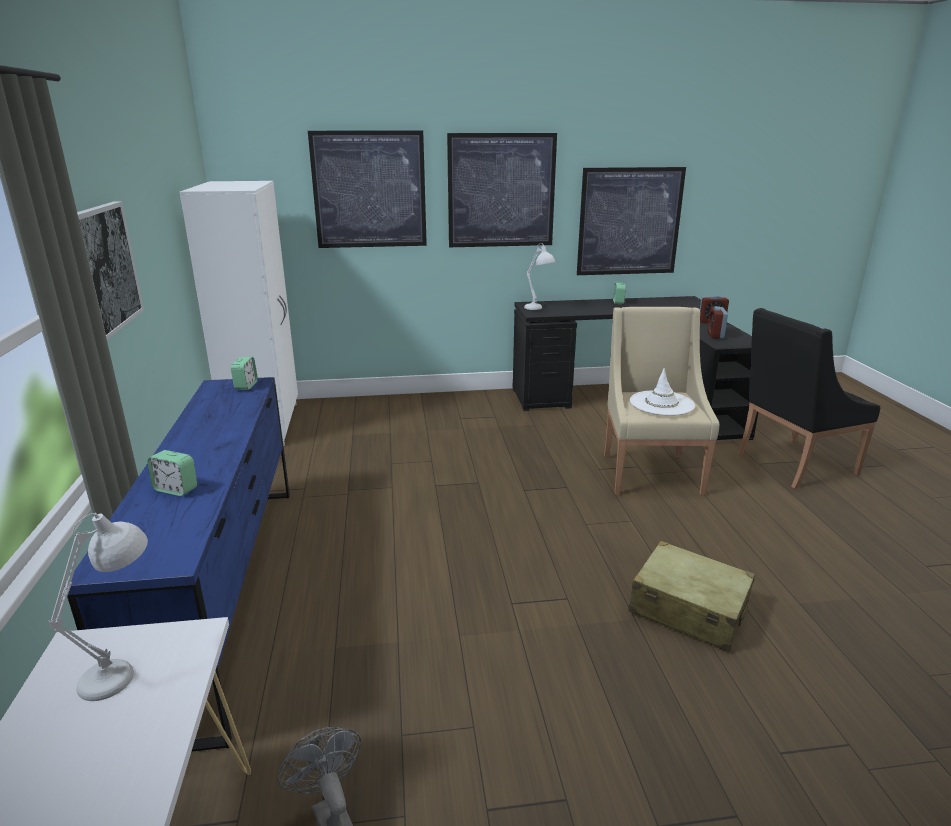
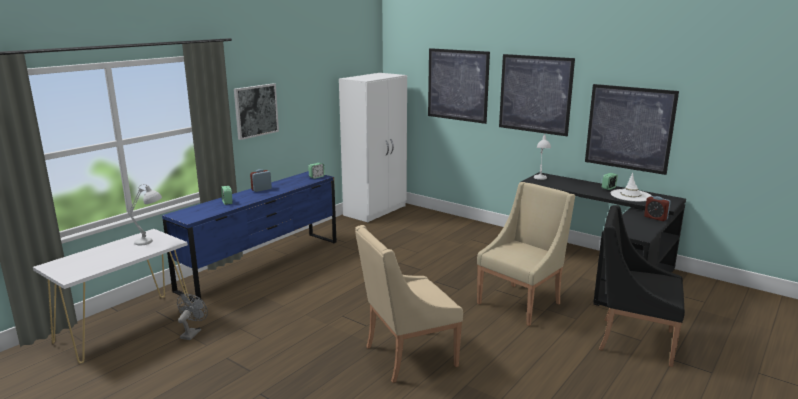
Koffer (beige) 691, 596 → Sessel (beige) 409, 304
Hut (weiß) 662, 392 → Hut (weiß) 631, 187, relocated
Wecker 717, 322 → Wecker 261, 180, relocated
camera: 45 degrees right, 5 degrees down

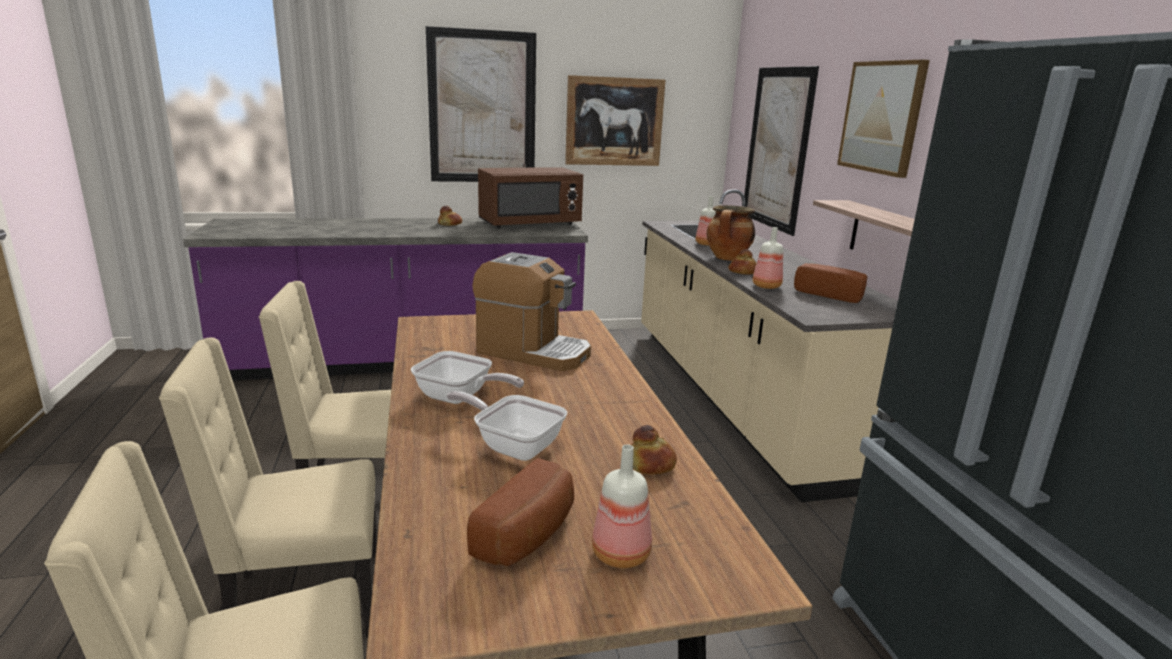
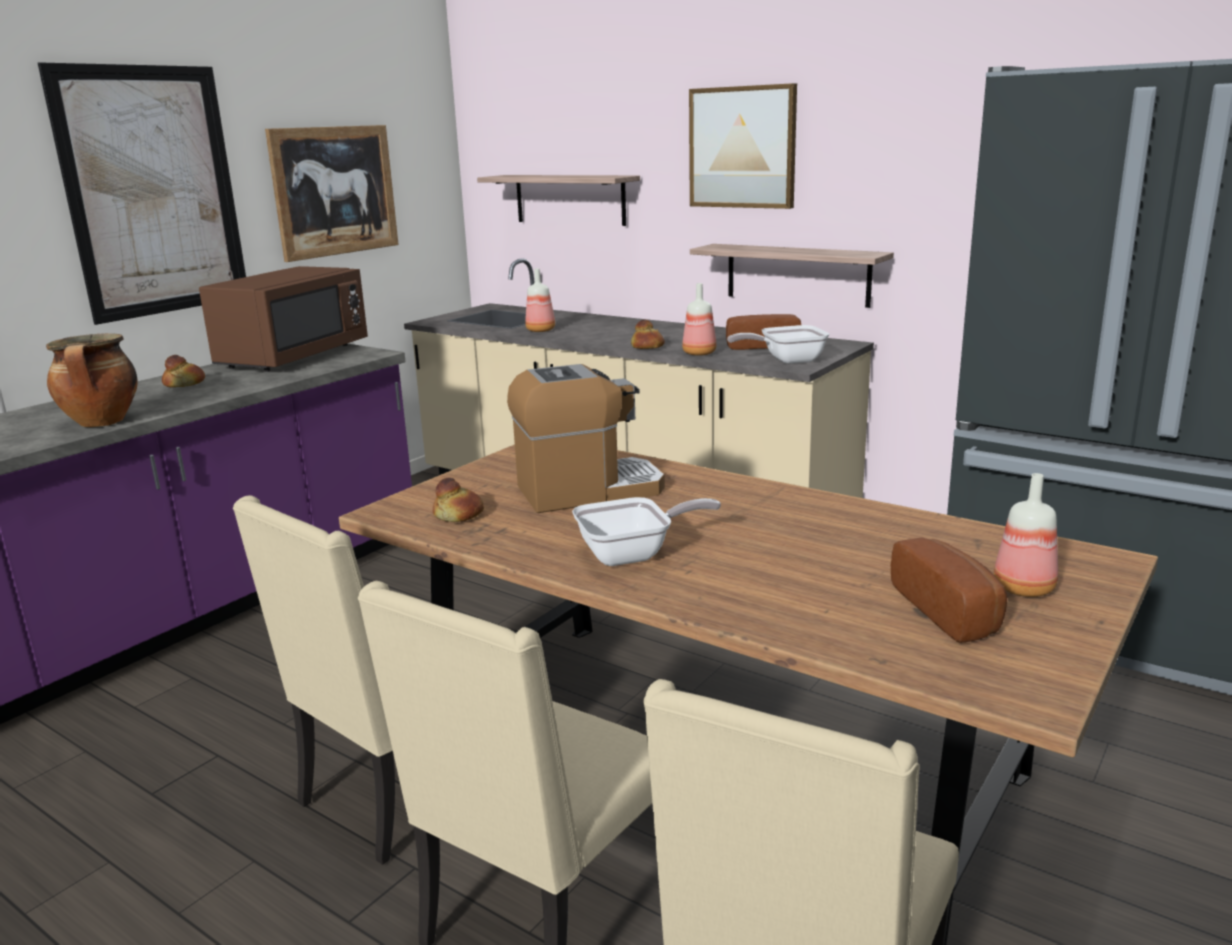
Pfanne 506, 426 → Pfanne 778, 344, relocated
Brot 654, 449 → Brot 458, 500, relocated
Kochtopf 730, 233 → Kochtopf 92, 380, relocated
Bild 781, 151 → Wandregal 558, 200
camera: 40 degrees left, 0 degrees up

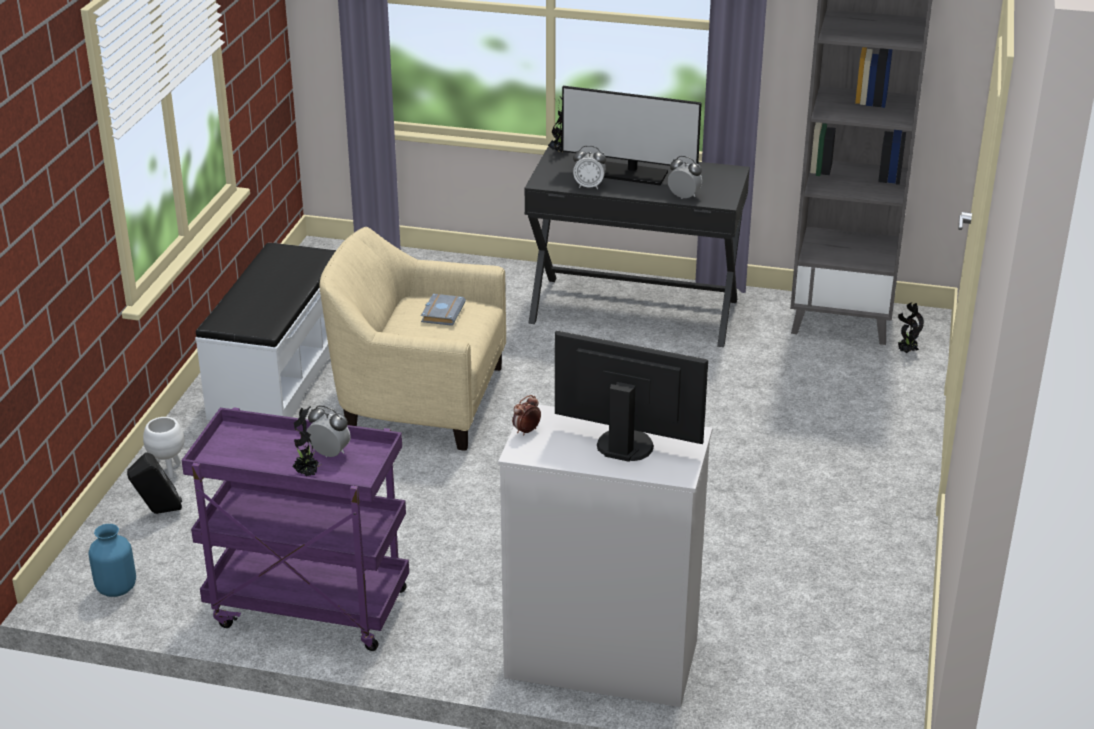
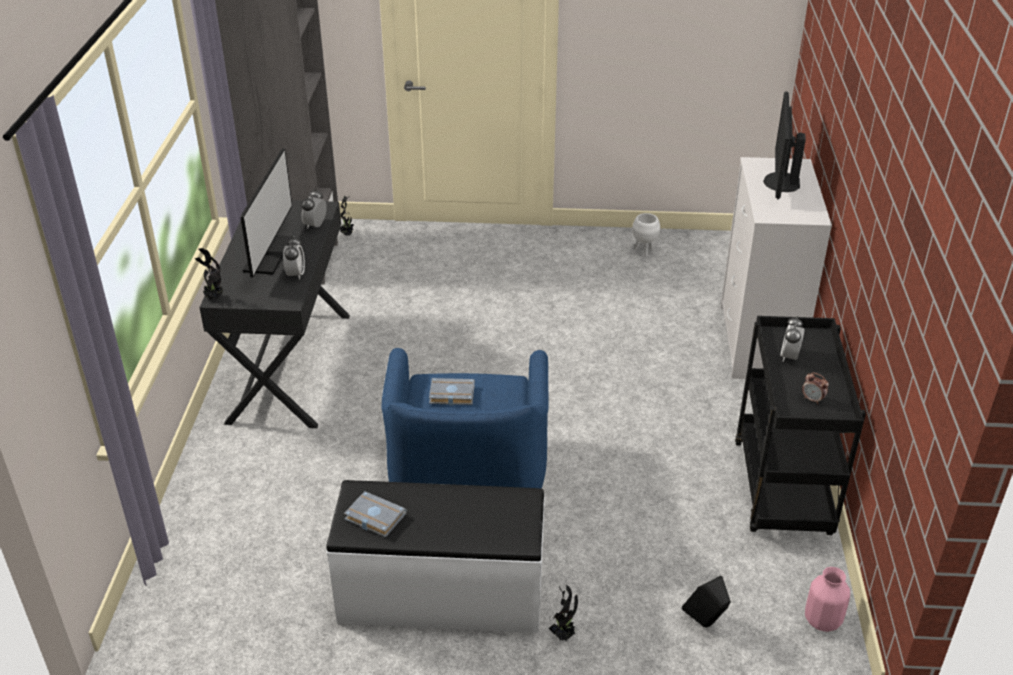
Vase (blau) 112, 560 → Vase (rosa) 827, 599
Pflanzkübel (weiß) 163, 448 → Pflanzkübel (weiß) 646, 235, relocated
Rollwagen (lila) 295, 529 → Rollwagen (schwarz) 800, 425
Topfpflanze 306, 441 → Topfpflanze 563, 613, relocated
Sessel (beige) 412, 339 → Sessel (blau) 465, 418
Wecker 526, 415 → Wecker 815, 388, relocated
- → Buch (grau) 375, 514
camera: 100 degrees left, 5 degrees up

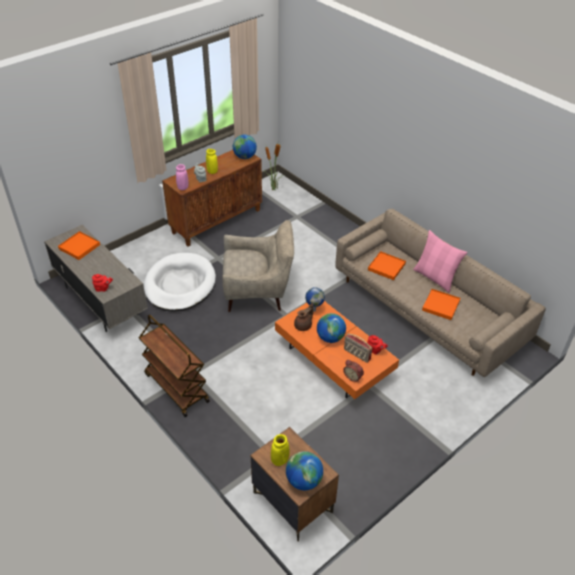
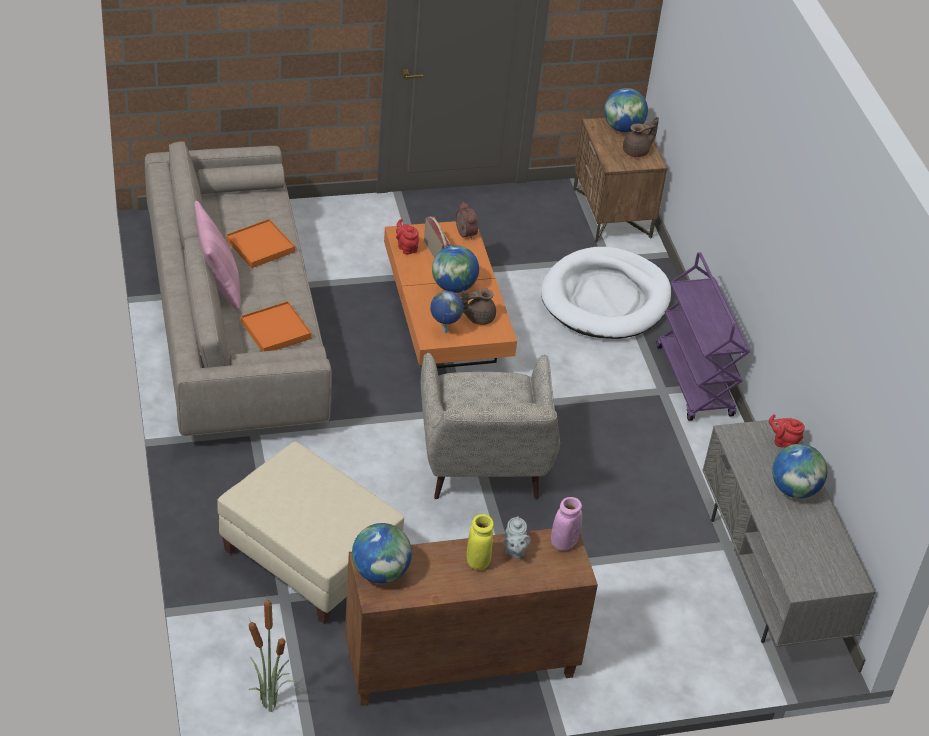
Tablett (orange) 79, 245 → -
Rollwagen (braun) 174, 365 → Rollwagen (lila) 703, 336
Hundebett (weiß) 180, 282 → Hundebett (weiß) 606, 293, relocated
Sessel (beige) 258, 266 → Sessel (beige) 490, 426, 120 degrees counterclockwise
Vase (gelb) 280, 450 → Teekanne (braun) 641, 137
- → Polsterhocker (beige) 310, 533
- → Globus 799, 471
camera: 155 degrees left, 0 degrees up

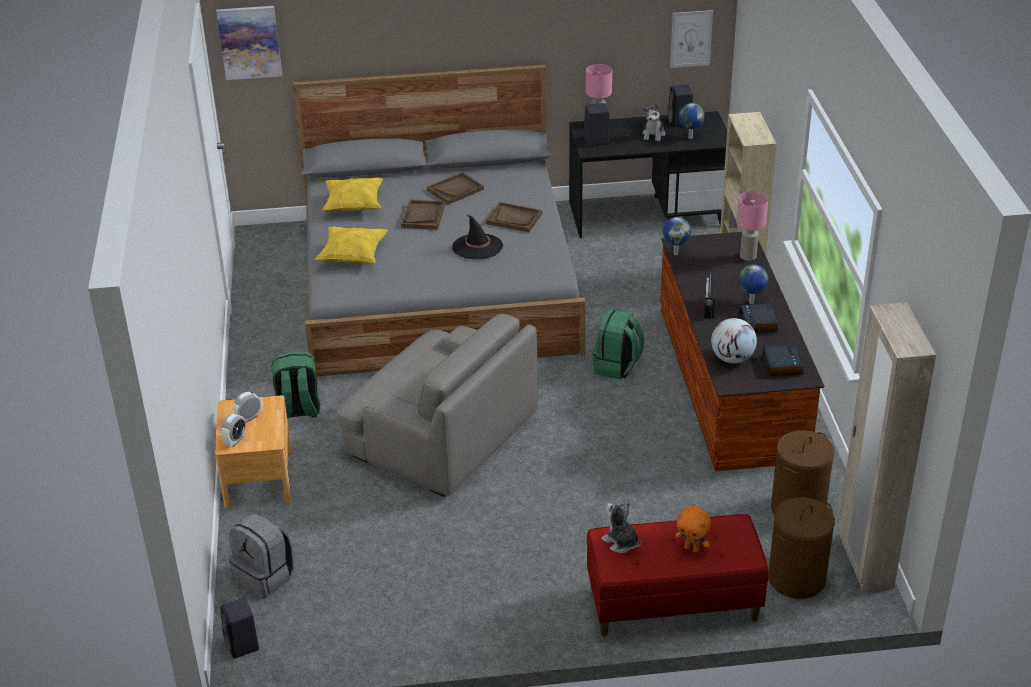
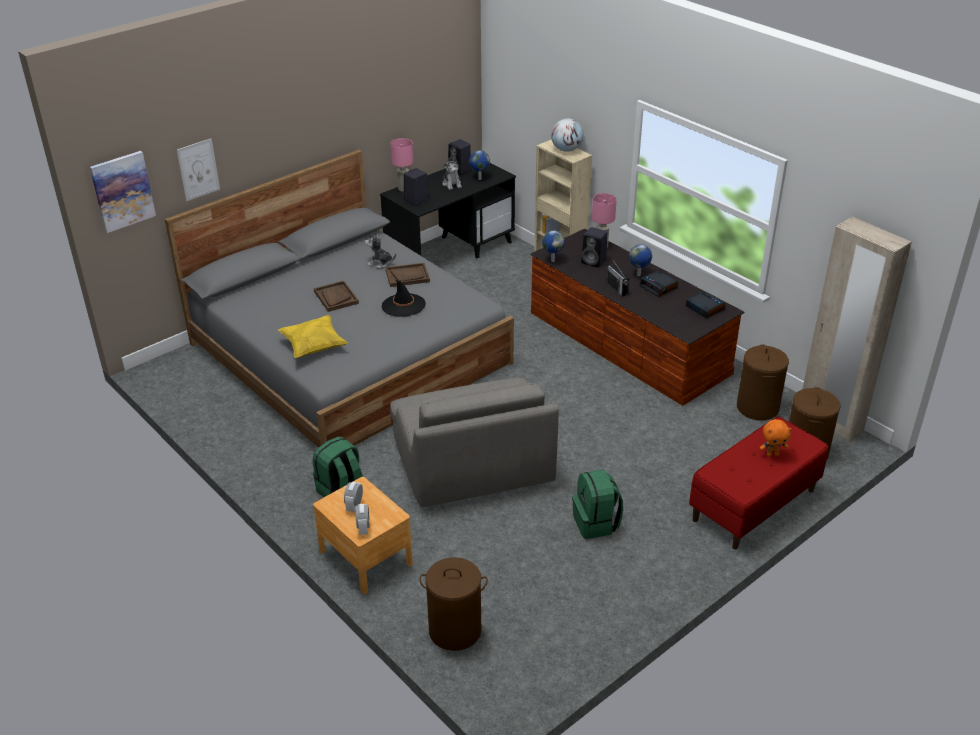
Lautsprecher (schwarz) 239, 628 → Lautsprecher (schwarz) 594, 247, relocated
Rucksack (grau) 262, 555 → Wäschekorb (braun) 453, 604
Kissen (gelb) 352, 194 → -
Sessel (grau) 437, 405 → Sessel (grau) 474, 442, 75 degrees clockwise
Tablett (braun) 455, 188 → -
Rucksack (grün) 618, 344 → Rucksack (grün) 597, 504, relocated
Plüschtier 621, 526 → Plüschtier 380, 250, relocated
Bild 691, 39 → Bild 198, 170, relocated
Globus 734, 340 → Globus 567, 135, relocated
camera: 35 degrees left, 0 degrees up

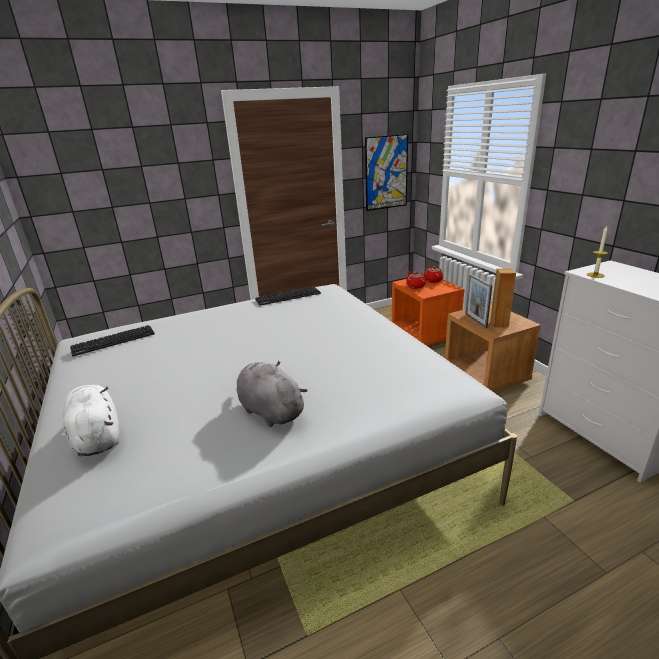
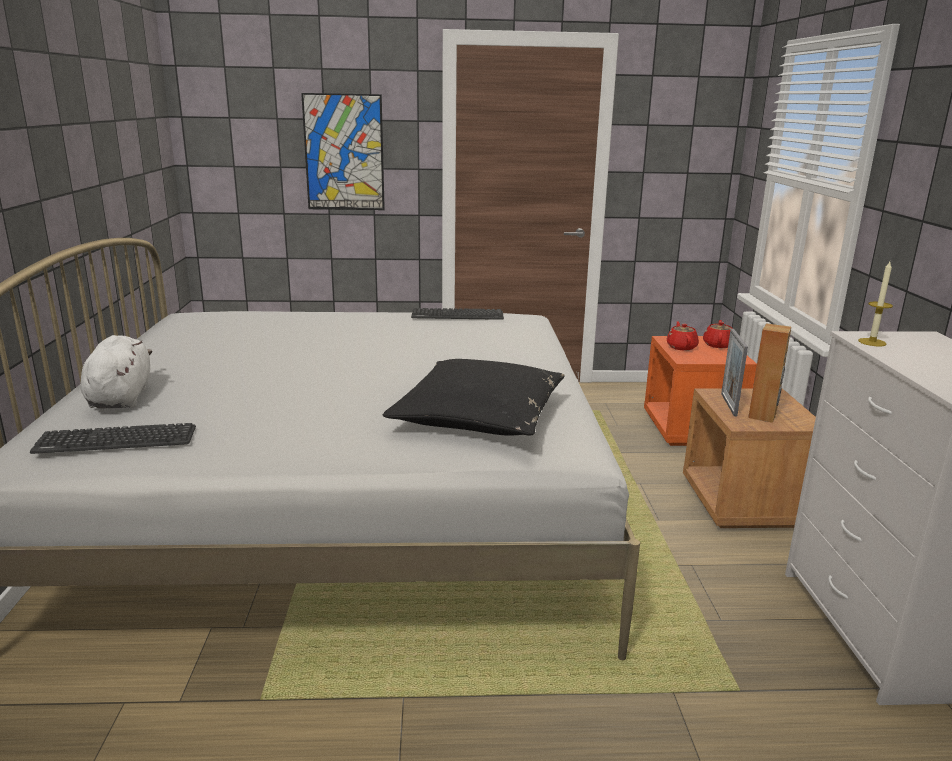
Tastatur 112, 340 → Tastatur 113, 438, relocated
Plüschtier (grau) 272, 394 → -
Bild 386, 172 → Bild 343, 151, relocated
- → Kissen (schwarz) 473, 397
camera: 20 degrees right, 5 degrees down

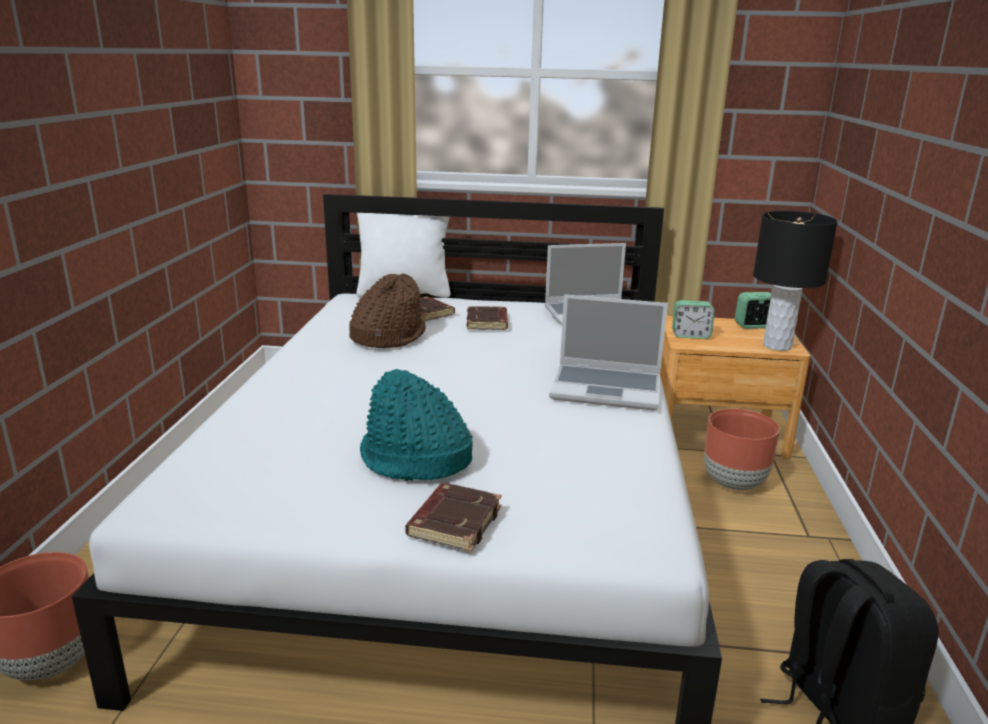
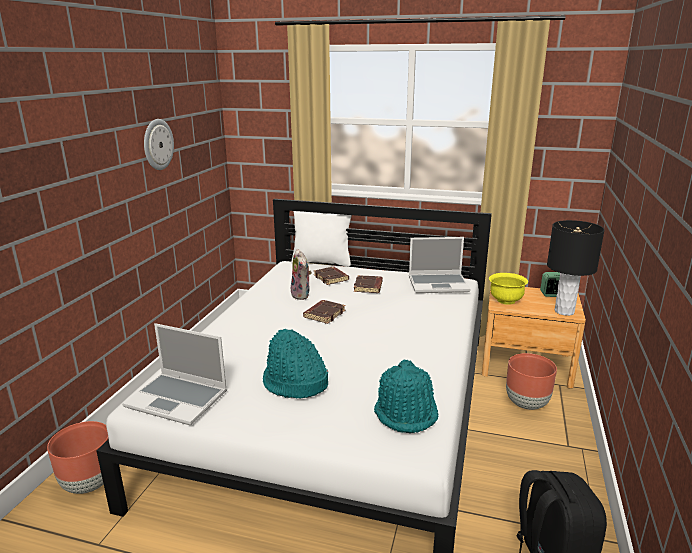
Hut (braun) 387, 311 → Plüschtier 300, 274
Buch (braun) 453, 517 → Buch (braun) 324, 312, relocated
Laptop 608, 352 → Laptop 174, 374, relocated
Wecker 693, 319 → Schüssel (gelb) 508, 289
- → Wanduhr 159, 144
- → Hut (türkis) 406, 396
camera: 10 degrees right, 0 degrees up

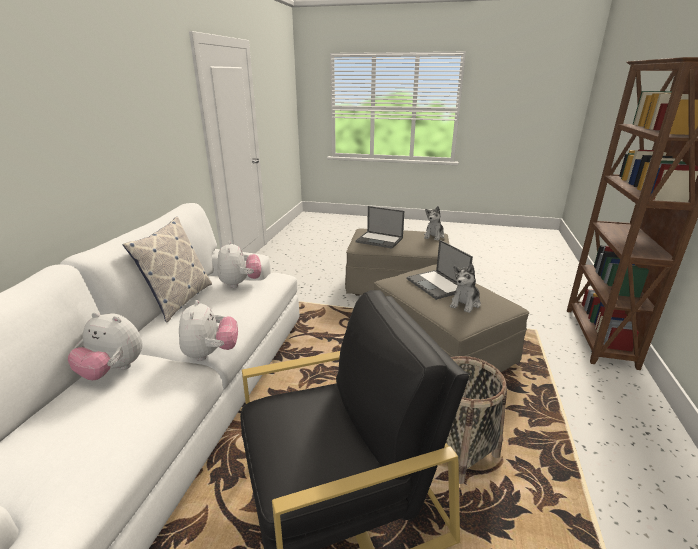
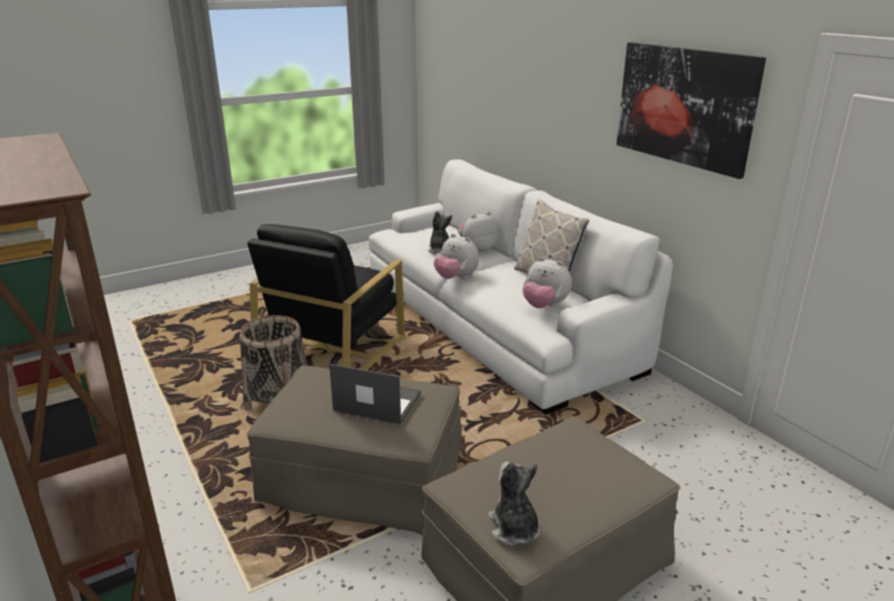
Laptop 380, 227 → -
Plüschtier 465, 288 → Plüschtier 440, 232, relocated
- → Bild 691, 110
camera: 135 degrees right, 0 degrees up

